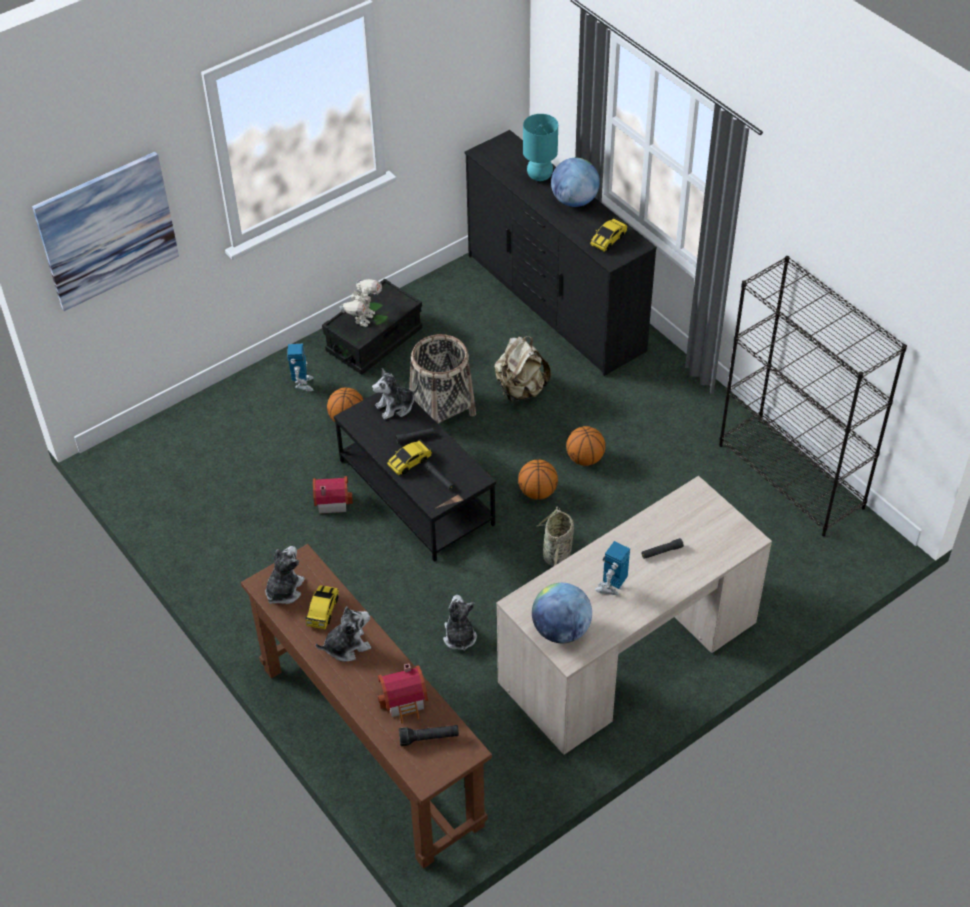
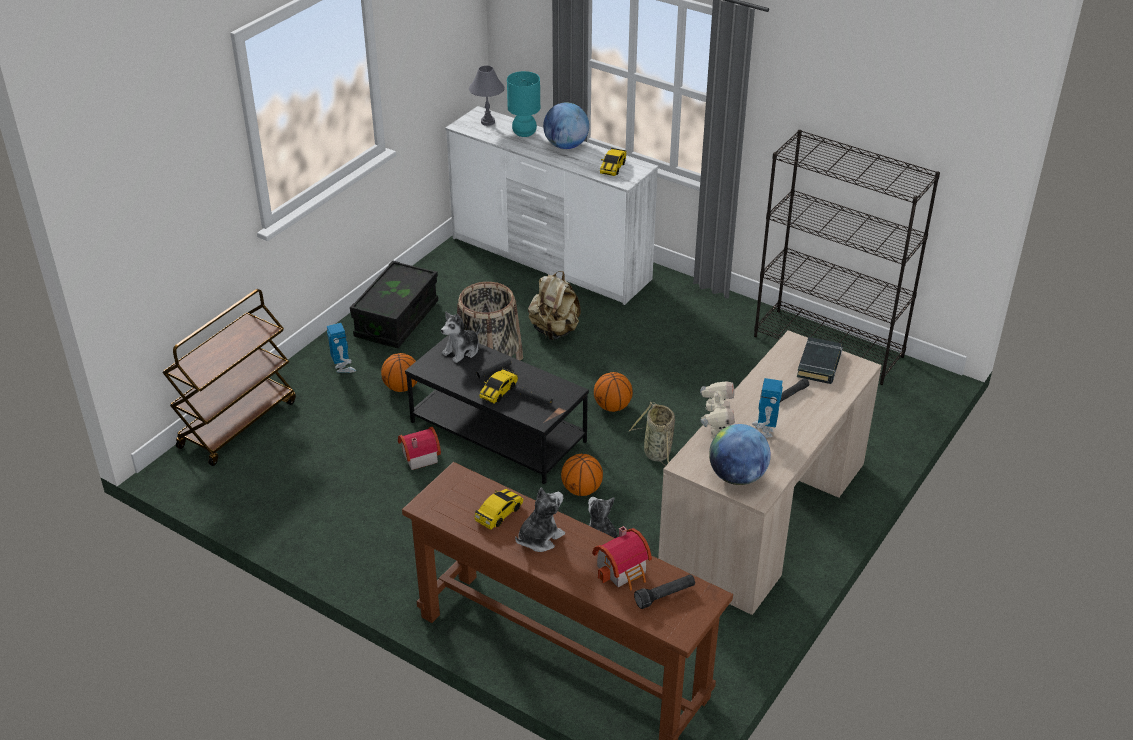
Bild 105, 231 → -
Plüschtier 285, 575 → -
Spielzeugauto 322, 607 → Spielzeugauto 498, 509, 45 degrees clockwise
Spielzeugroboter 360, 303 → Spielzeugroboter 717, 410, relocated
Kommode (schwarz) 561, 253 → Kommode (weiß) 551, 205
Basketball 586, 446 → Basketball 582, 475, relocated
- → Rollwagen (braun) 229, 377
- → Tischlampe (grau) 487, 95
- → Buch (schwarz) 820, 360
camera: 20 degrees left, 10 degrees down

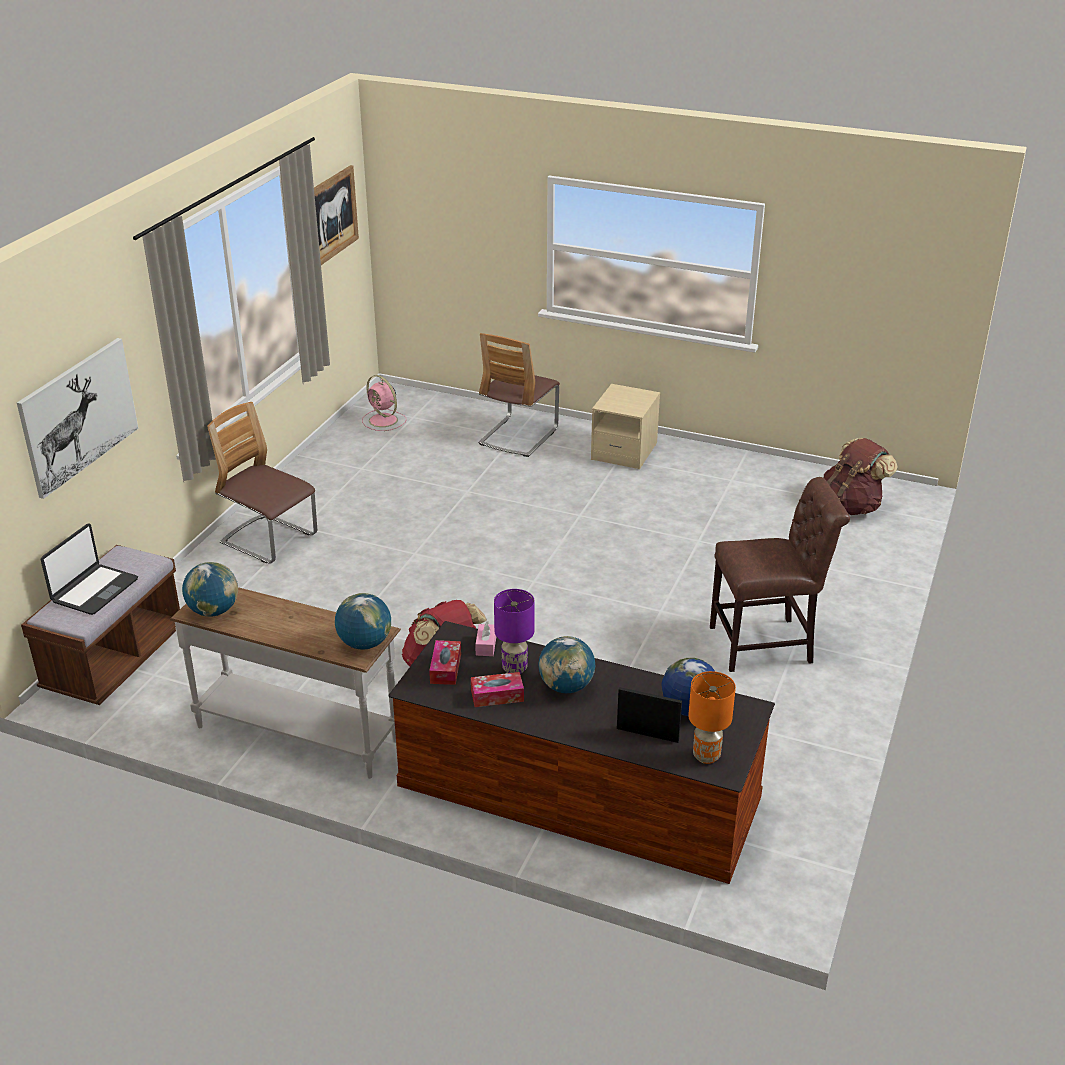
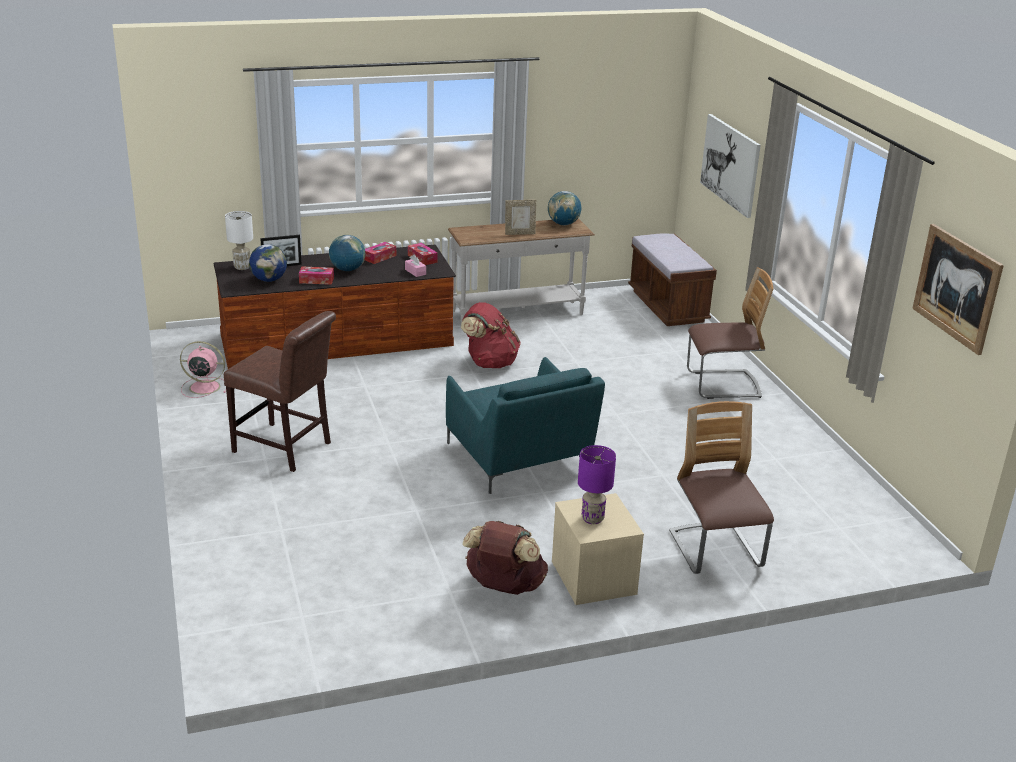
Laptop 89, 569 → -
Globus 363, 621 → -
Ventilator (rosa) 384, 403 → Ventilator (rosa) 203, 369, relocated
Tischlampe (lila) 514, 631 → Tischlampe (lila) 597, 484, relocated
Tischlampe (orange) 712, 717 → Tischlampe (weiß) 239, 240
Stuhl (braun) 780, 574 → Stuhl (braun) 280, 391, 105 degrees counterclockwise
Rucksack (braun) 860, 476 → Rucksack (braun) 505, 558, relocated
- → Taschentuchbox 316, 276
- → Sessel (türkis) 525, 425
- → Bilderrahmen 520, 217
camera: 140 degrees right, 5 degrees down

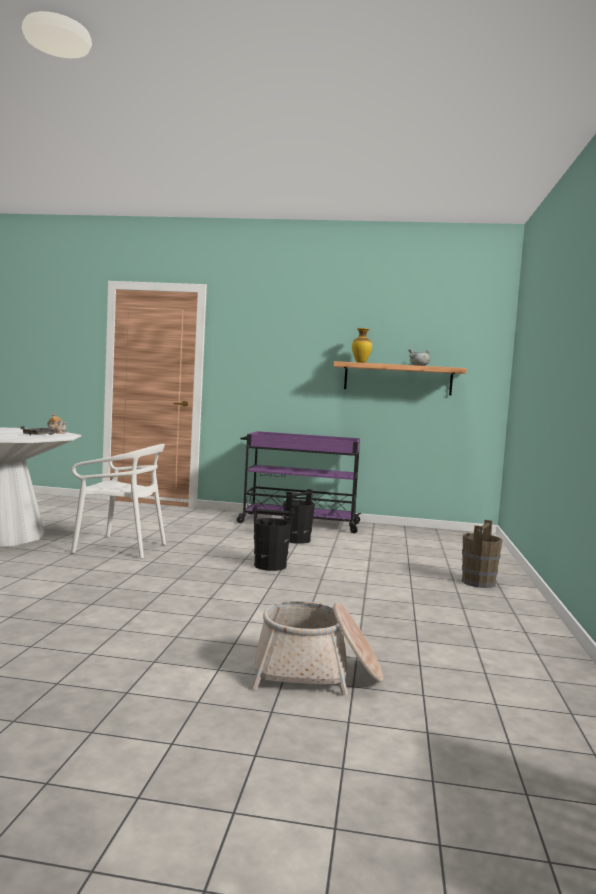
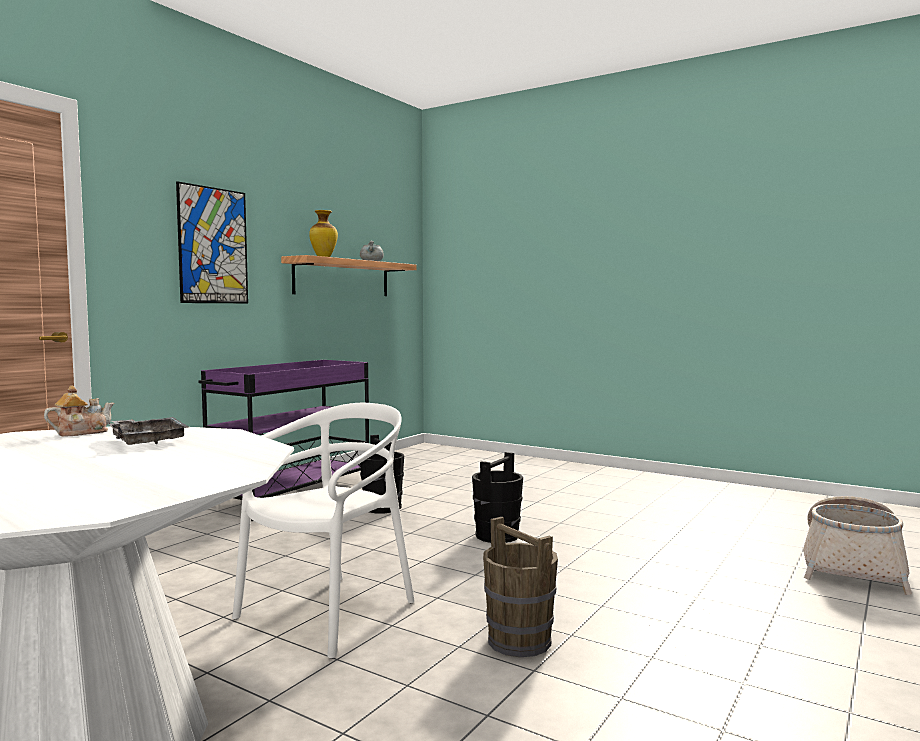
Eimer (braun) 482, 554 → Eimer (braun) 520, 587, relocated
- → Bild 212, 242
camera: 65 degrees left, 0 degrees up

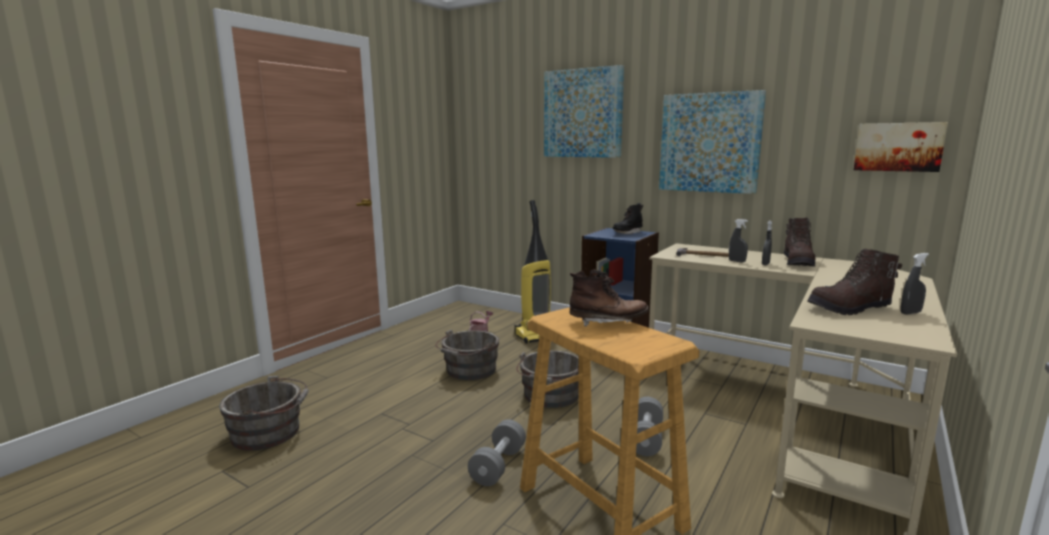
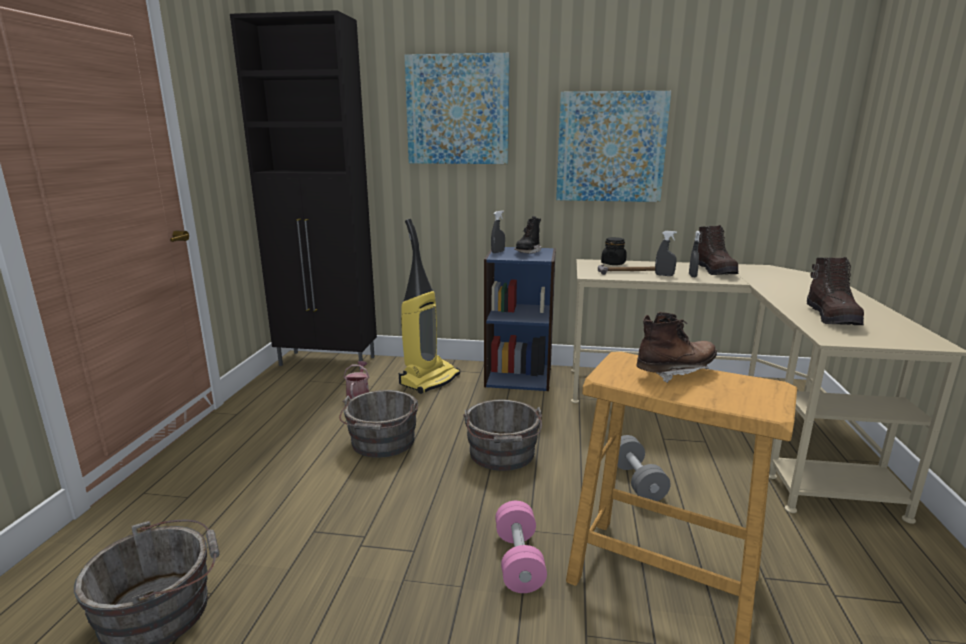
Hantel (grau) 497, 452 → Hantel (rosa) 521, 547
Stiefel (braun) 854, 282 → Stiefel (braun) 835, 291, 45 degrees counterclockwise
Bild 901, 147 → -
Sprühflasche (grau) 915, 284 → Sprühflasche (grau) 498, 232, relocated
- → Schrank (schwarz) 303, 189
- → Vorratsglas (schwarz) 614, 251
camera: 25 degrees left, 5 degrees up

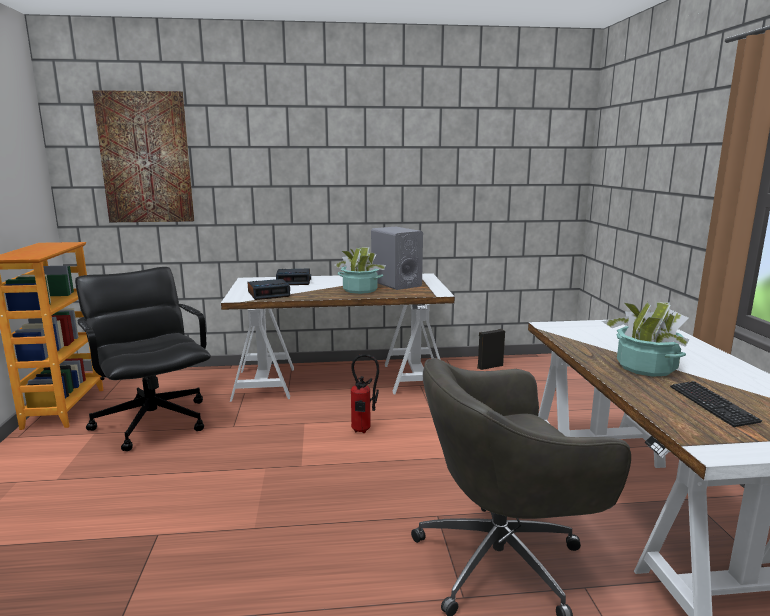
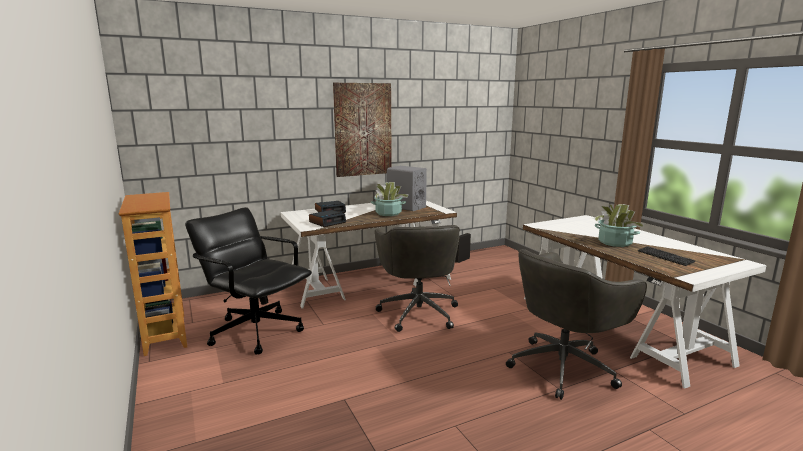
Bild 143, 156 → Bild 362, 130, relocated
Feuerlöscher 365, 393 → Bürostuhl (grau) 417, 278
camera: 20 degrees left, 0 degrees up

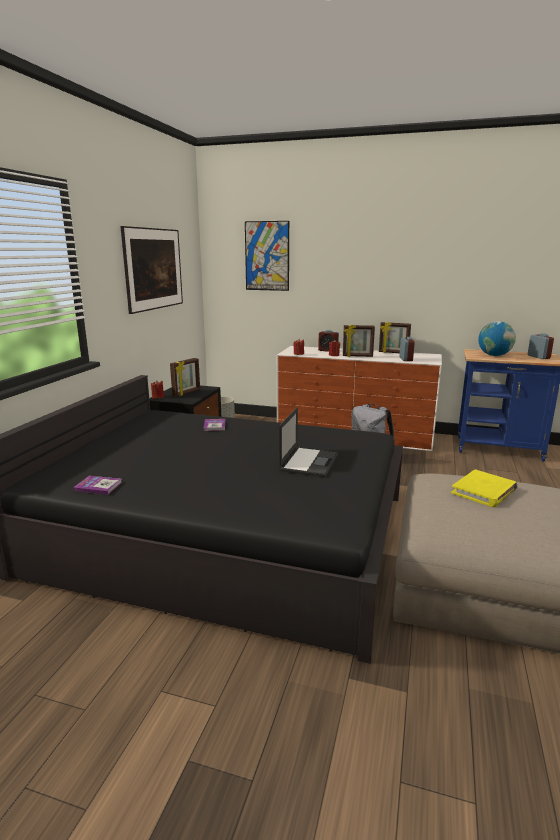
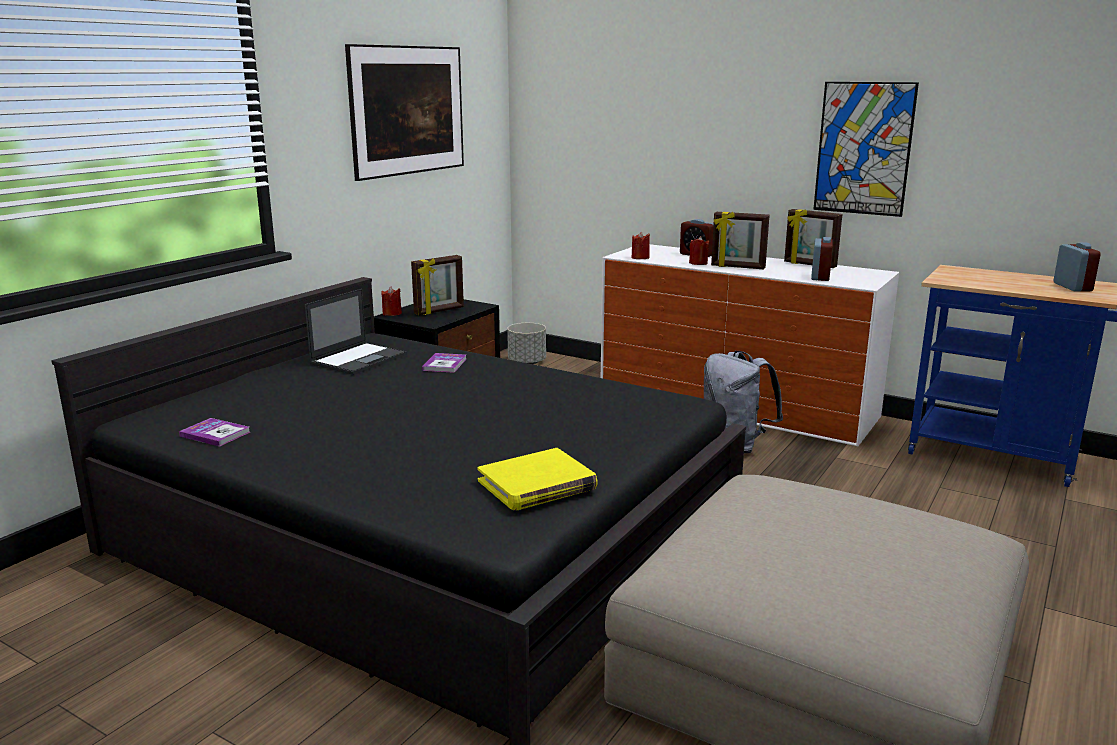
Bild 267, 256 → Bild 866, 149, relocated
Laptop 308, 442 → Laptop 356, 332, relocated
Buch (gelb) 484, 488 → Buch (gelb) 537, 479, relocated
Globus 497, 338 → -
camera: 15 degrees right, 0 degrees up

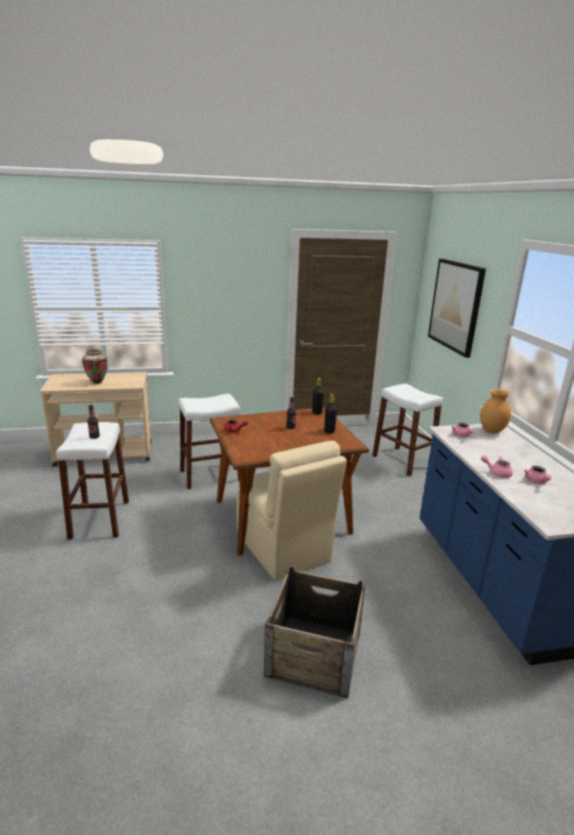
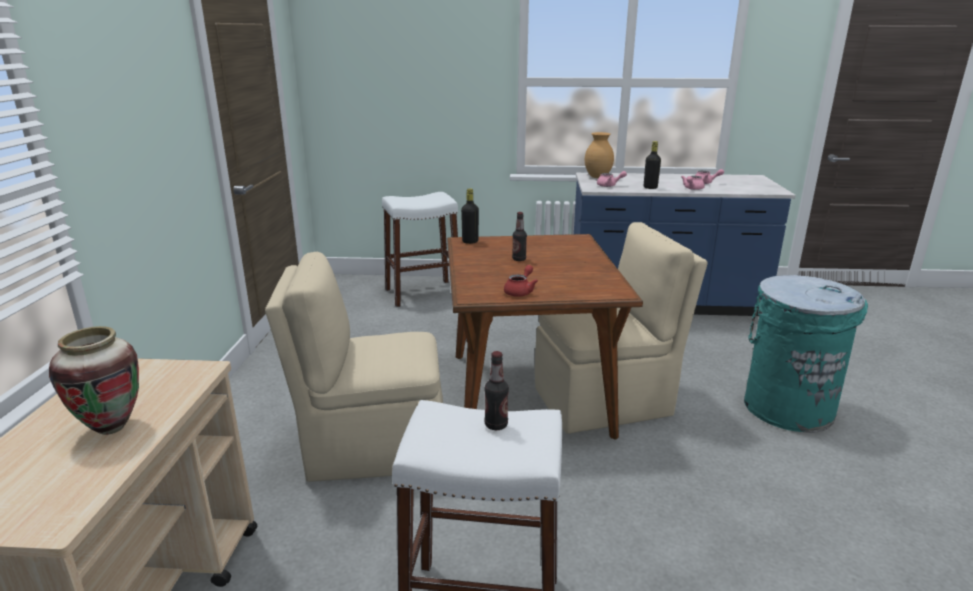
Hocker (weiß) 209, 442 → Stuhl (beige) 354, 367
Kiste 315, 632 → Mülleimer (türkis) 806, 354
Flasche (schwarz) 330, 413 → Flasche (schwarz) 652, 165, relocated
Bild 457, 308 → -
camera: 75 degrees left, 0 degrees up

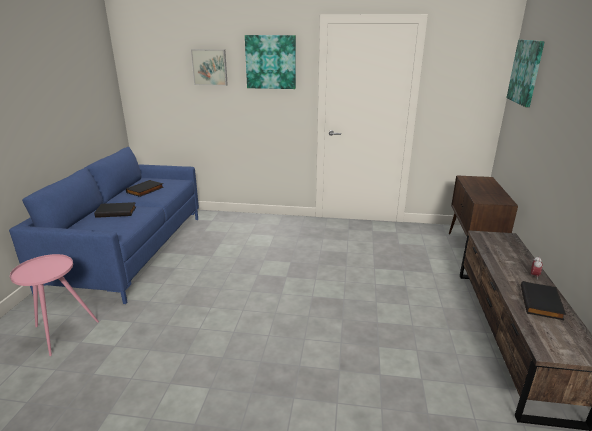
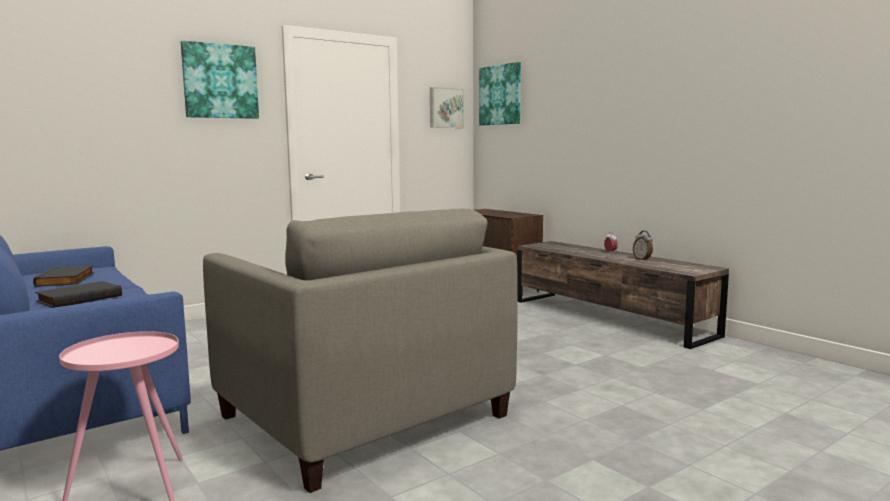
Bild 209, 67 → Bild 447, 107, relocated
Buch (schwarz) 543, 300 → Wecker 643, 246
- → Sessel (beige) 360, 351
camera: 45 degrees left, 15 degrees down

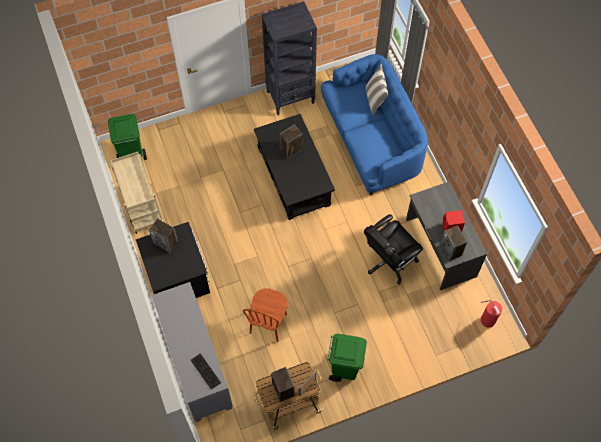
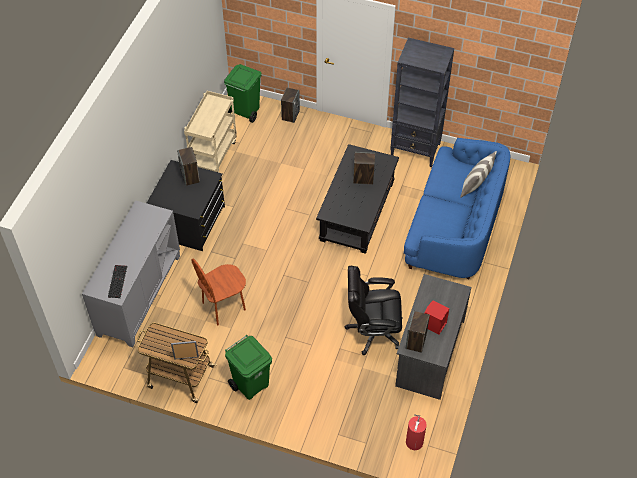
Lautsprecher 283, 384 → Lautsprecher 290, 105, relocated
camera: 40 degrees right, 10 degrees down

